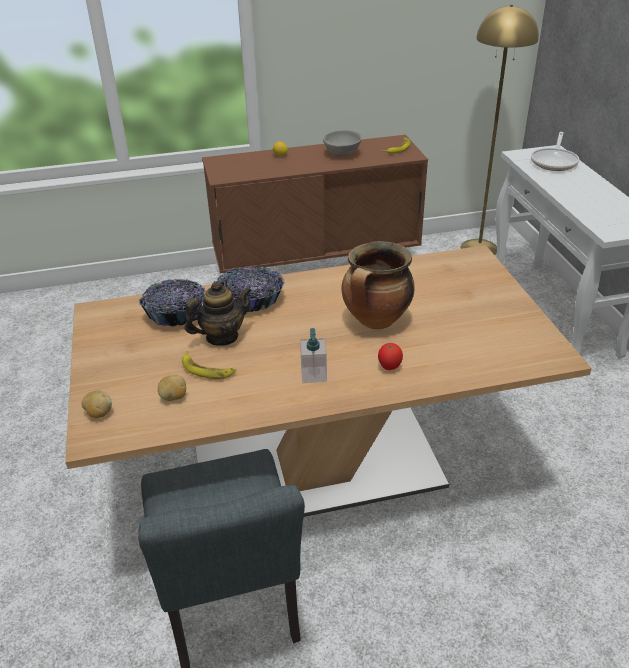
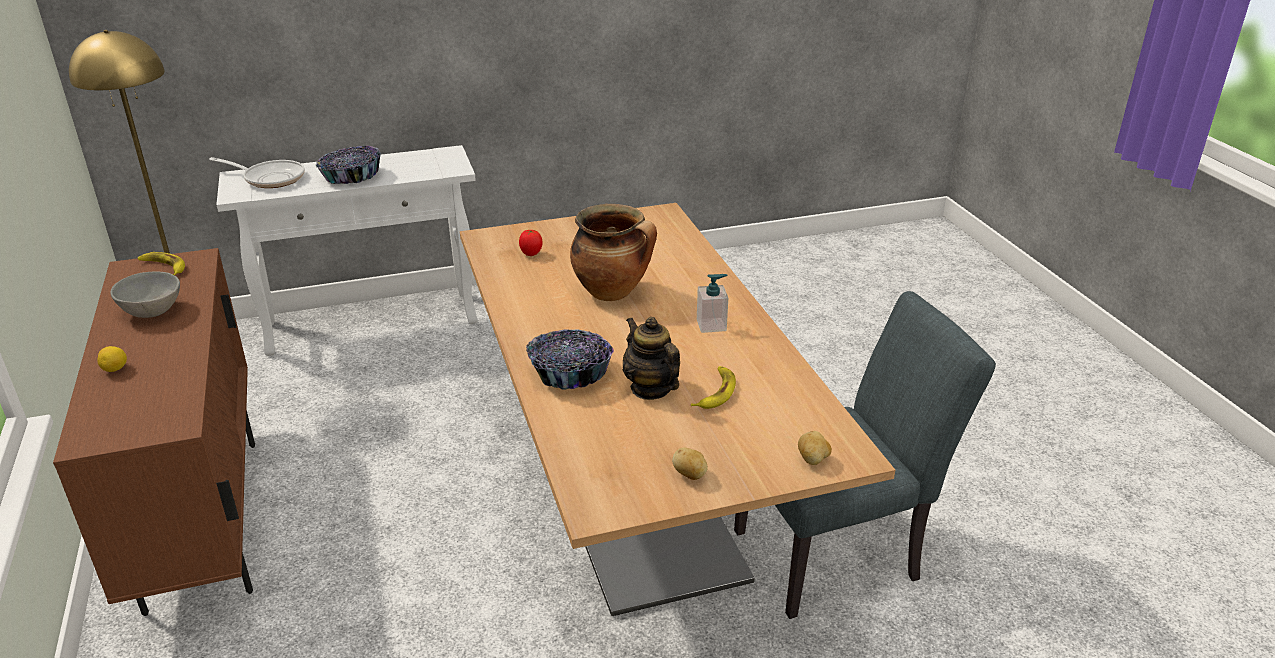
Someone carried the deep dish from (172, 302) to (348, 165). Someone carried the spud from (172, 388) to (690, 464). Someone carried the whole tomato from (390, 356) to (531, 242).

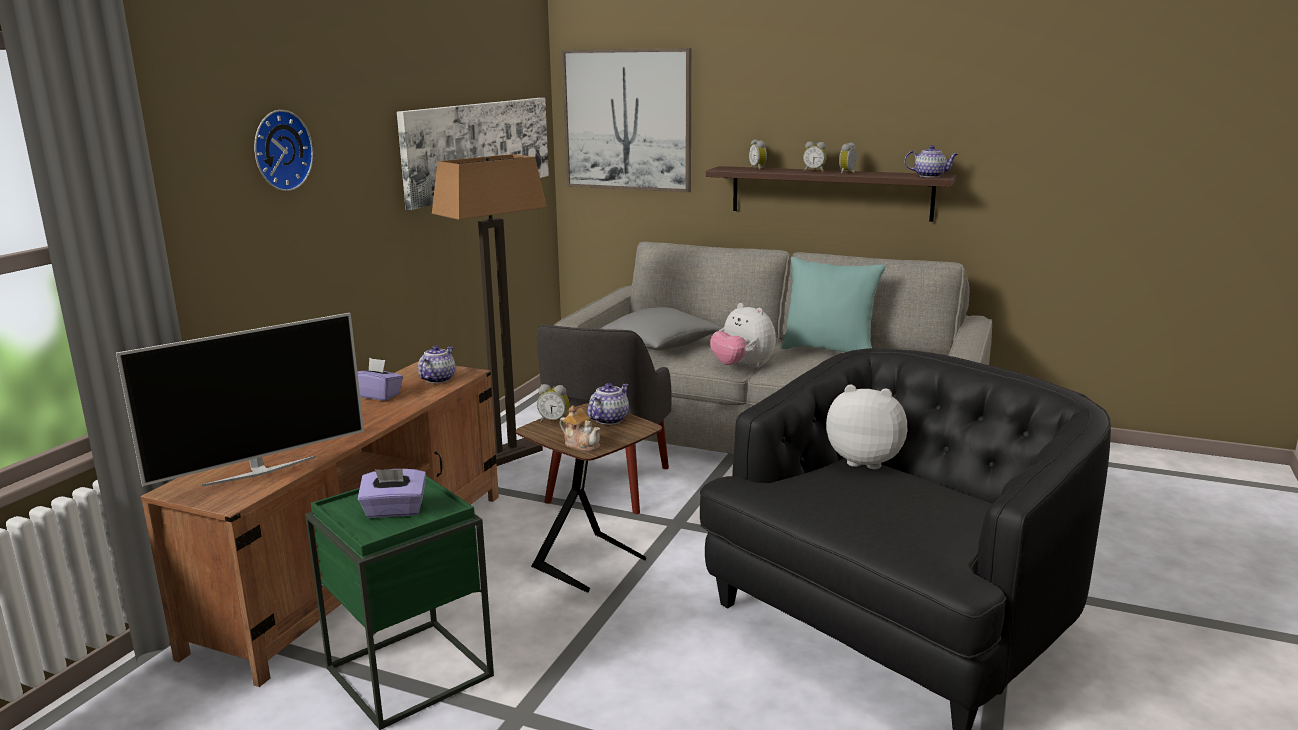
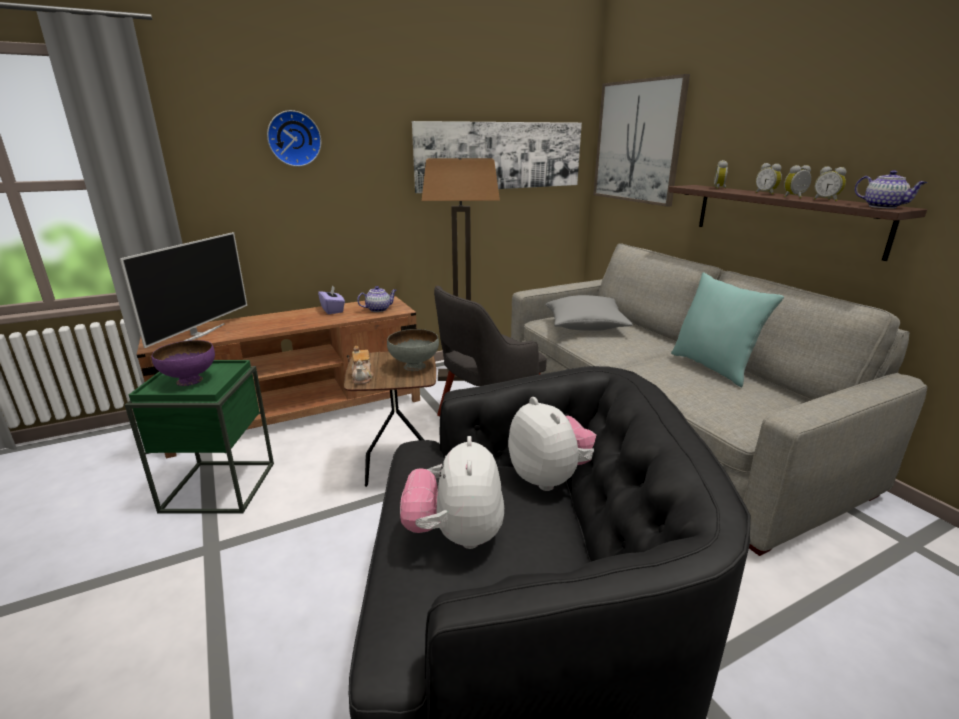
Someone carried the alarm clock from (553, 404) to (830, 183). Someone carried the plush toy from (743, 335) to (452, 492). Someone swapped the box of tissues/purplish at (392, 493) for the deep dish/purplish at (183, 363). Someone swapped the pot for tea at (608, 404) for the deep dish/greyish at (413, 350). Someone rotated the TV at (240, 400) by 75 degrees counterclockwise.

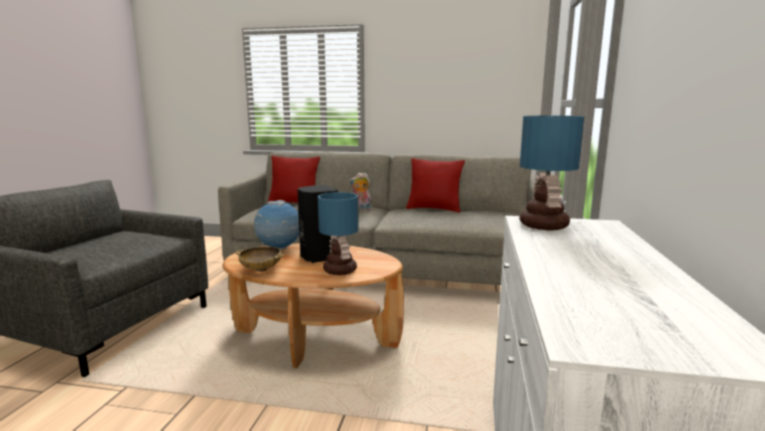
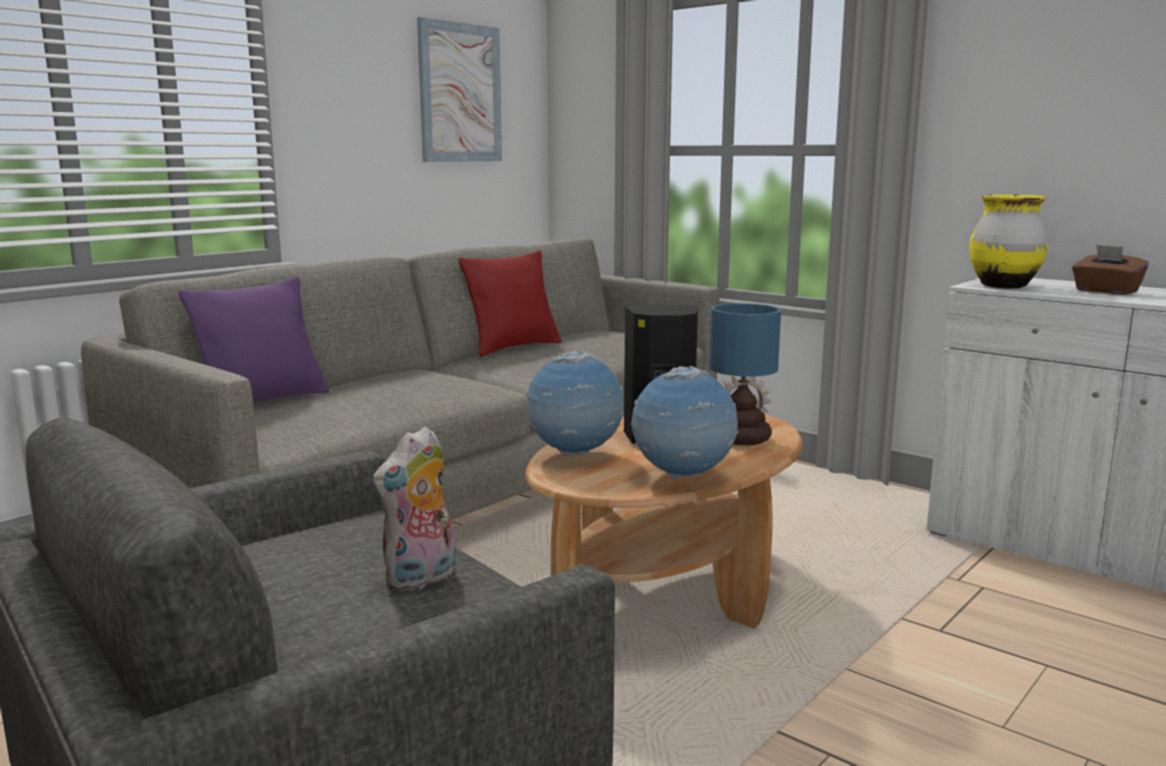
Someone put up the wall art at (459, 89). Someone put down the box of tissues/brown-coloured at (1110, 269). Someone carried the plush toy from (360, 192) to (414, 508). Someone swapped the deep dish/sand-coloured at (260, 259) for the world globe at (684, 422). Someone swapped the lamp for a table at (551, 173) for the decorative vase/yellowish at (1009, 241). Someone repainted the cushion/reddish at (293, 179), which became the cushion/purplish at (254, 340).

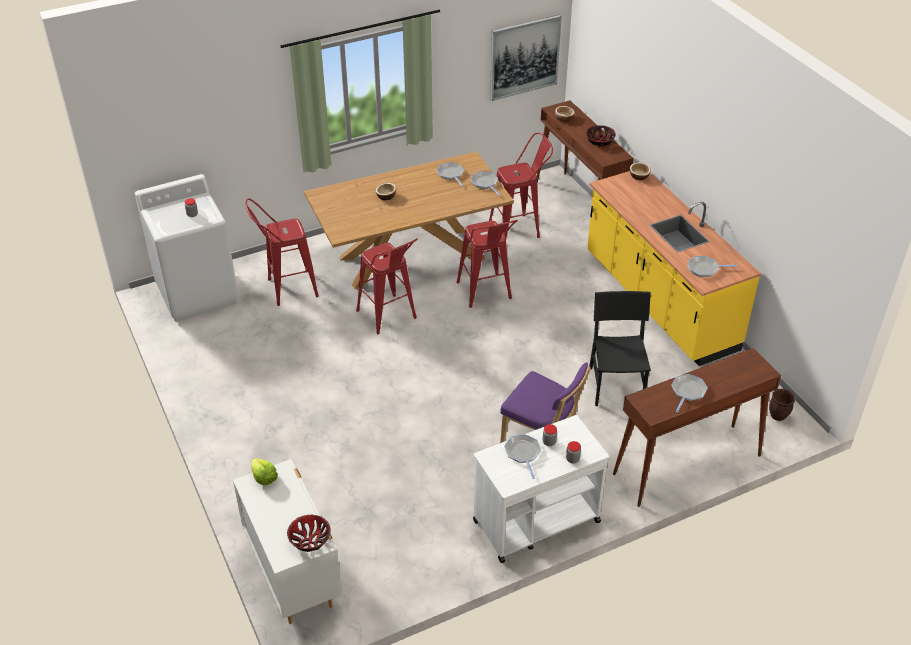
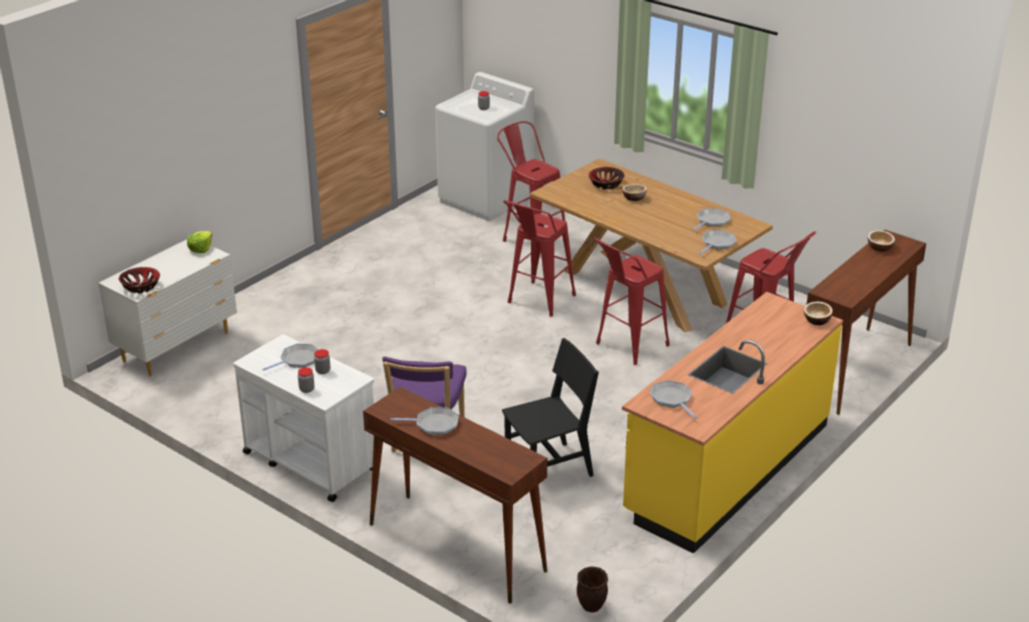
Someone took away the wall art at (526, 58). Someone carried the deep dish from (601, 136) to (607, 178).

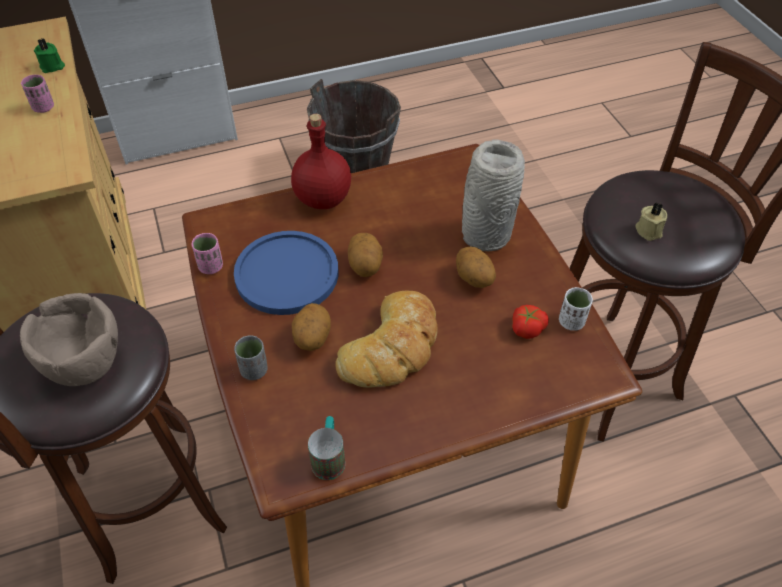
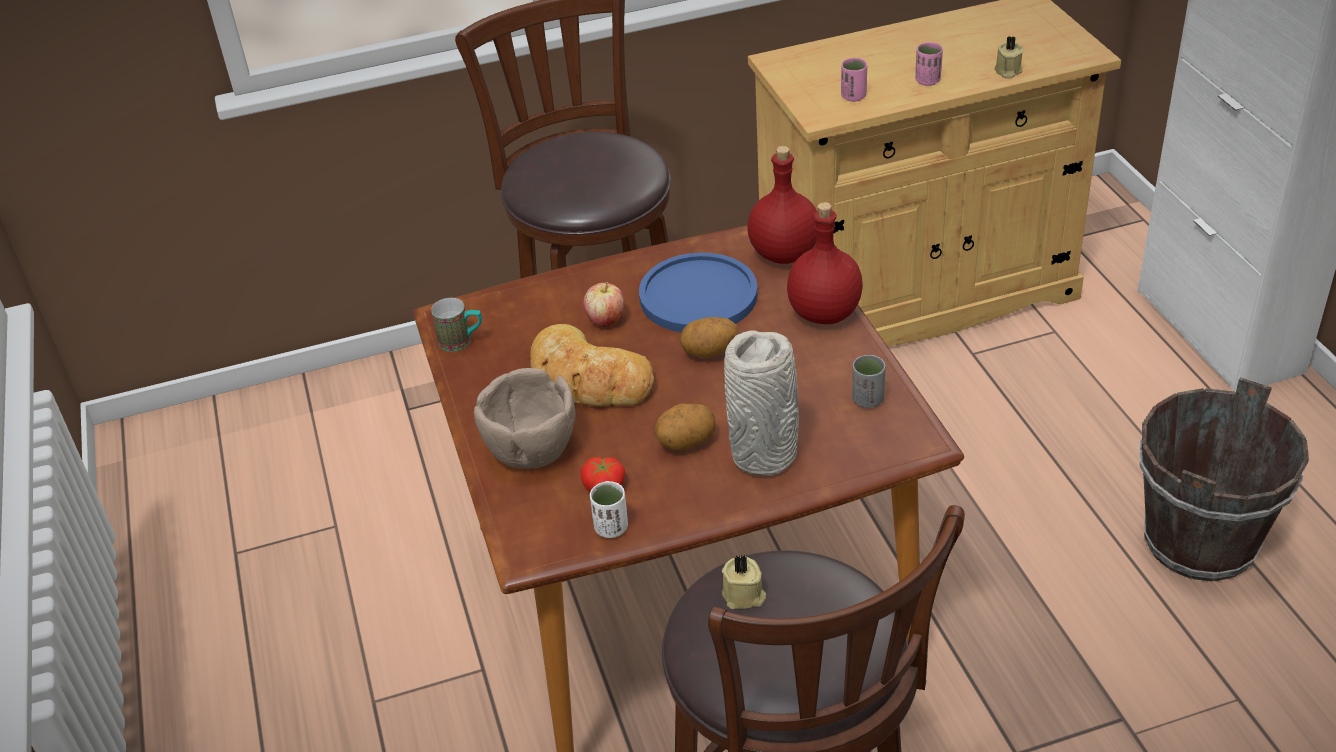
Someone put down the bottle/reddish at (782, 205). Someone carried the deep dish/brown-coloured from (69, 339) to (524, 418). Someone carried the small cup/pink-coloured from (207, 253) to (854, 80). Someone carried the small cup/greyish from (251, 357) to (868, 381). Someone swapped the spud at (311, 327) for the apple at (604, 304). Someone repainted the wax light/green at (49, 55), which became the wax light/sand-coloured at (1009, 57).

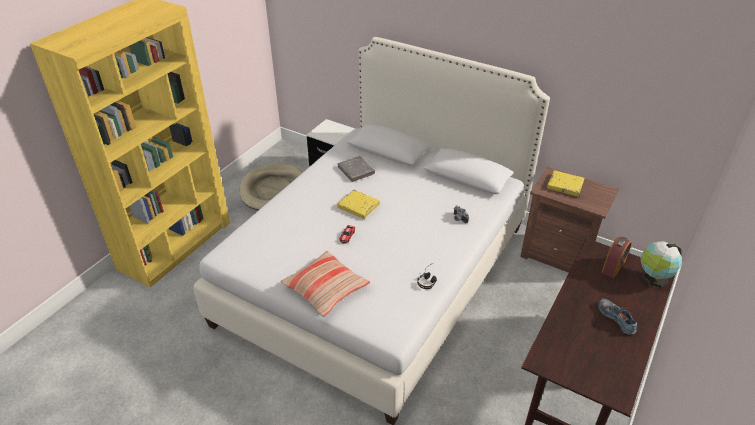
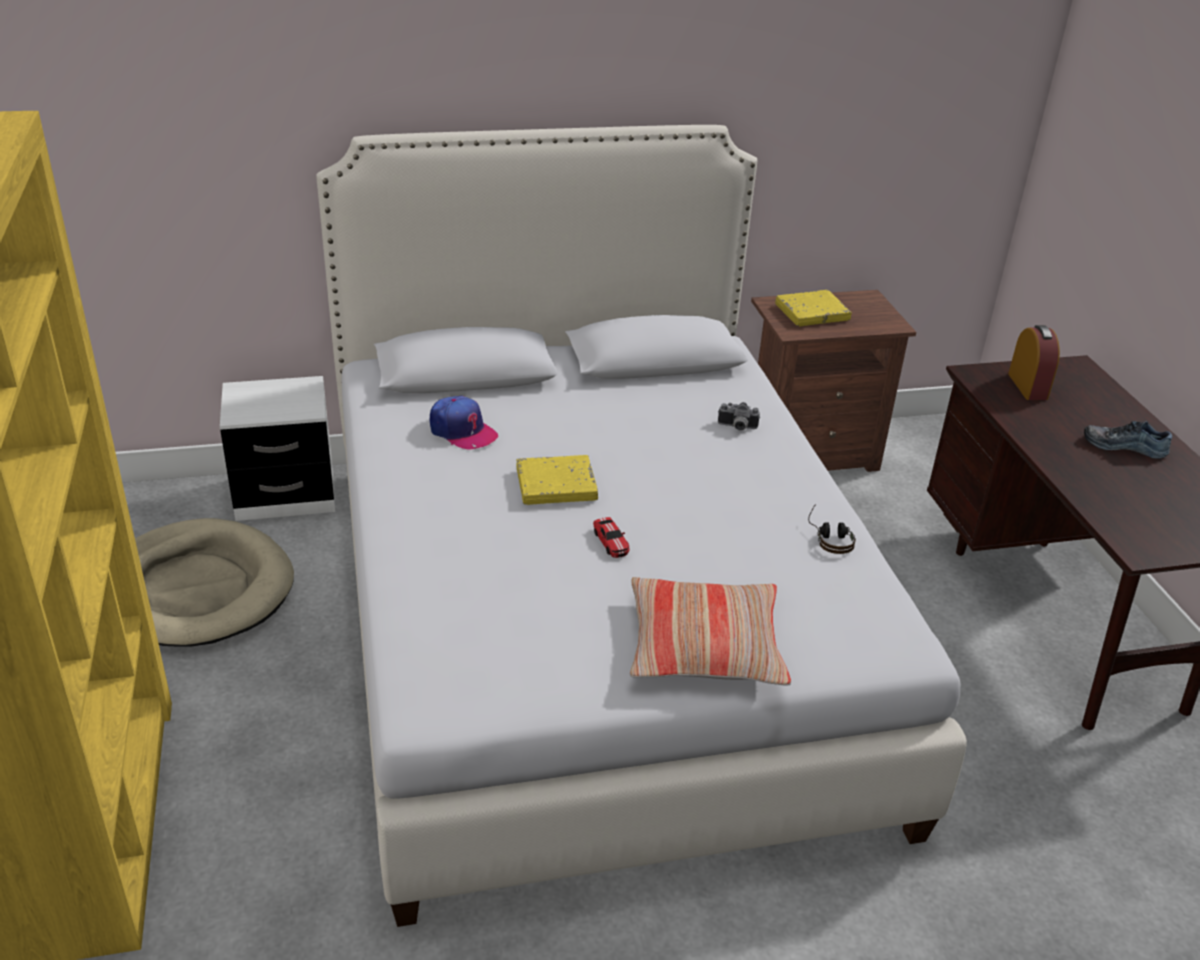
Someone took away the world globe at (661, 264). Someone swapped the book/greyish at (356, 169) for the baseball cap at (464, 422).

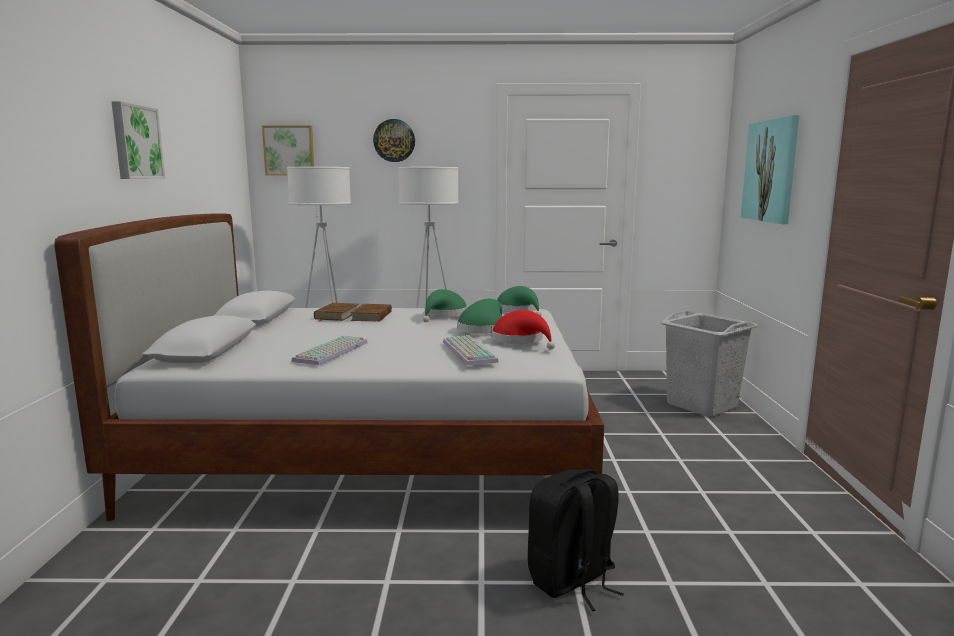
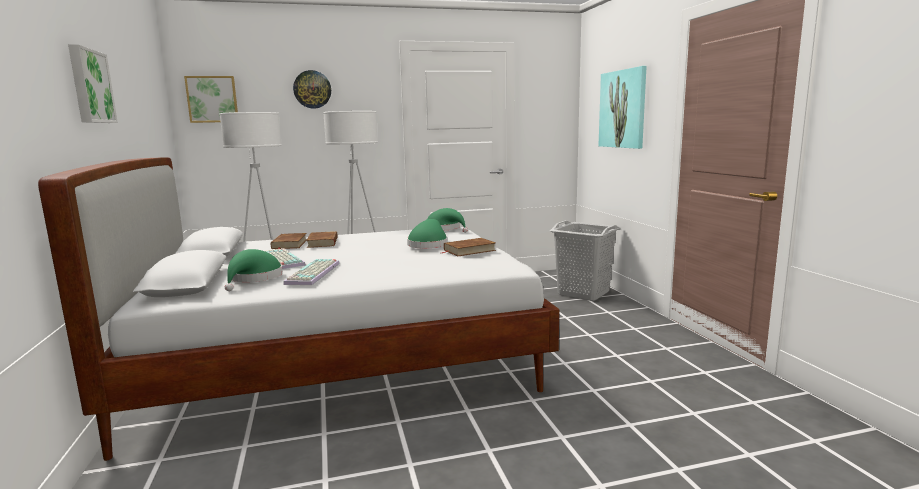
Someone took away the backpack/blackish at (576, 540). Someone carried the hat/green from (445, 305) to (254, 270). Someone carried the computer keyboard from (471, 350) to (285, 258). Someone swapped the hat/reddish at (523, 329) for the book/brown-coloured at (469, 247).

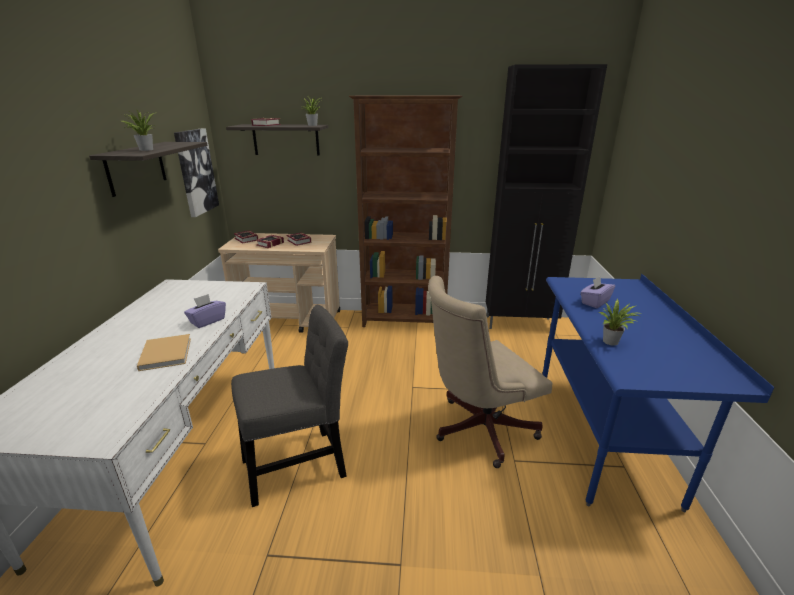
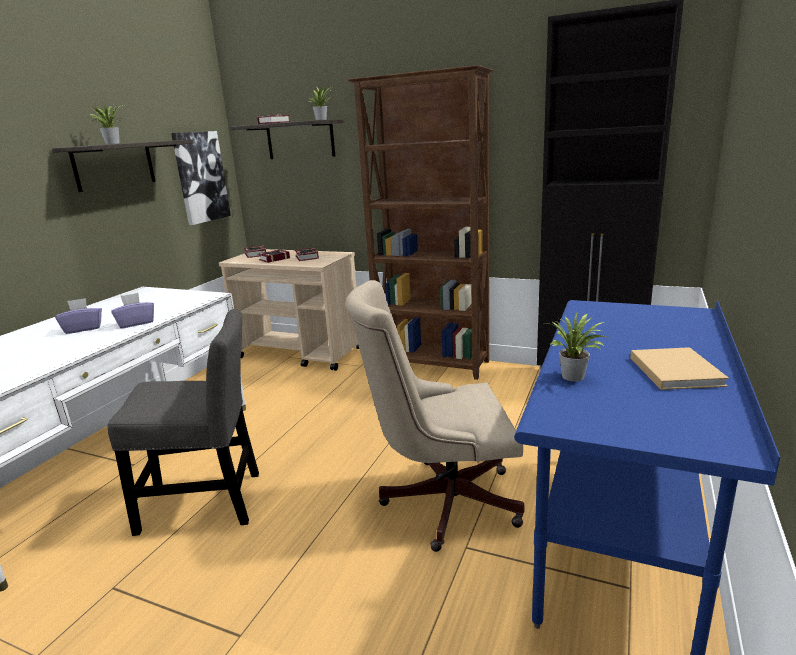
Someone carried the book/sand-coloured from (164, 352) to (679, 368). Someone carried the box of tissues/purplish from (597, 292) to (78, 316).

